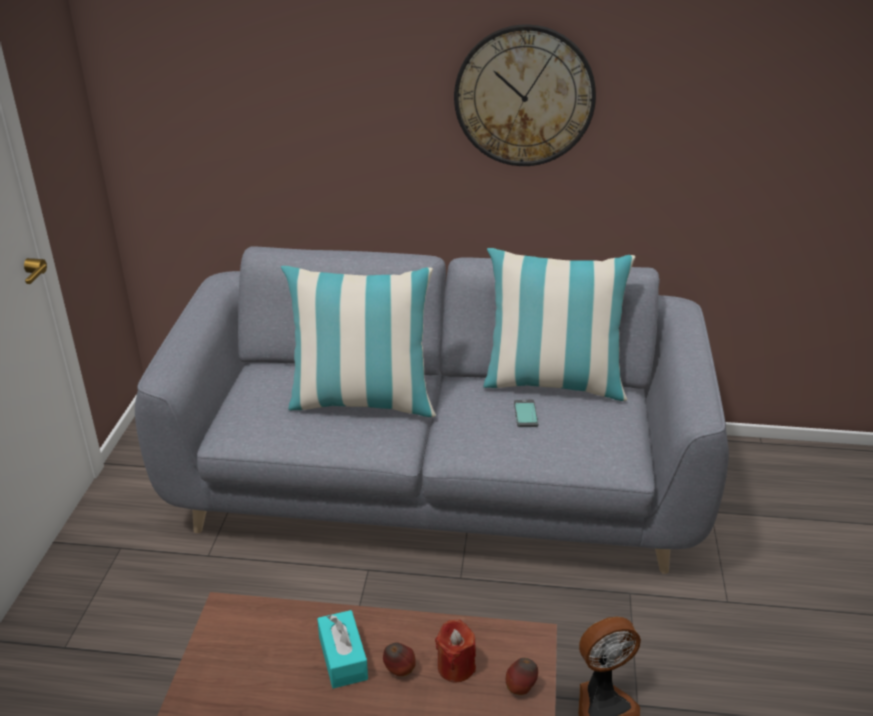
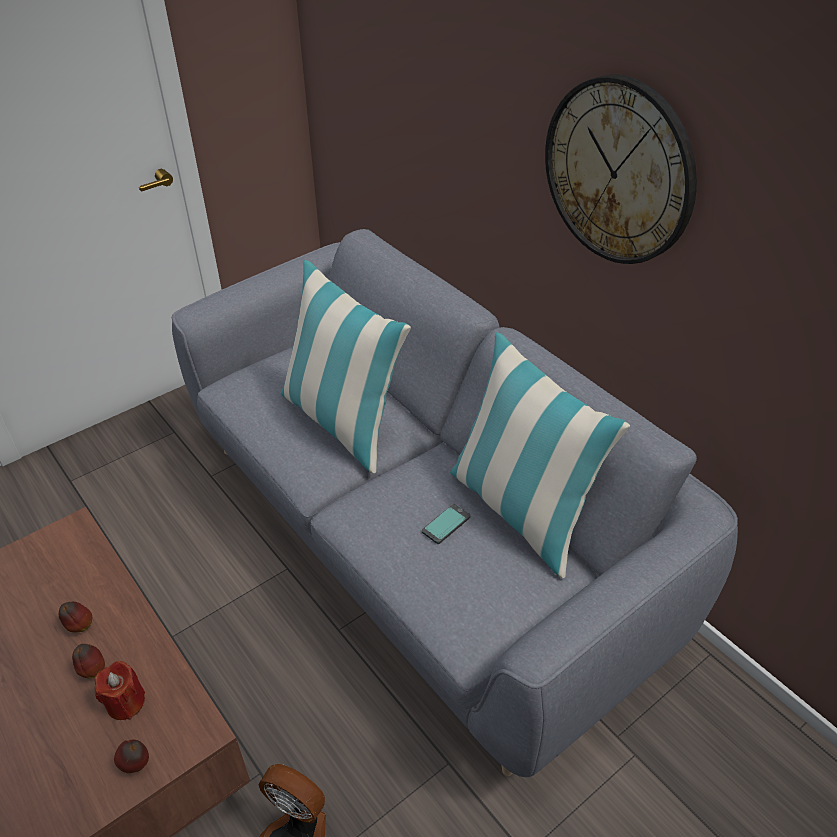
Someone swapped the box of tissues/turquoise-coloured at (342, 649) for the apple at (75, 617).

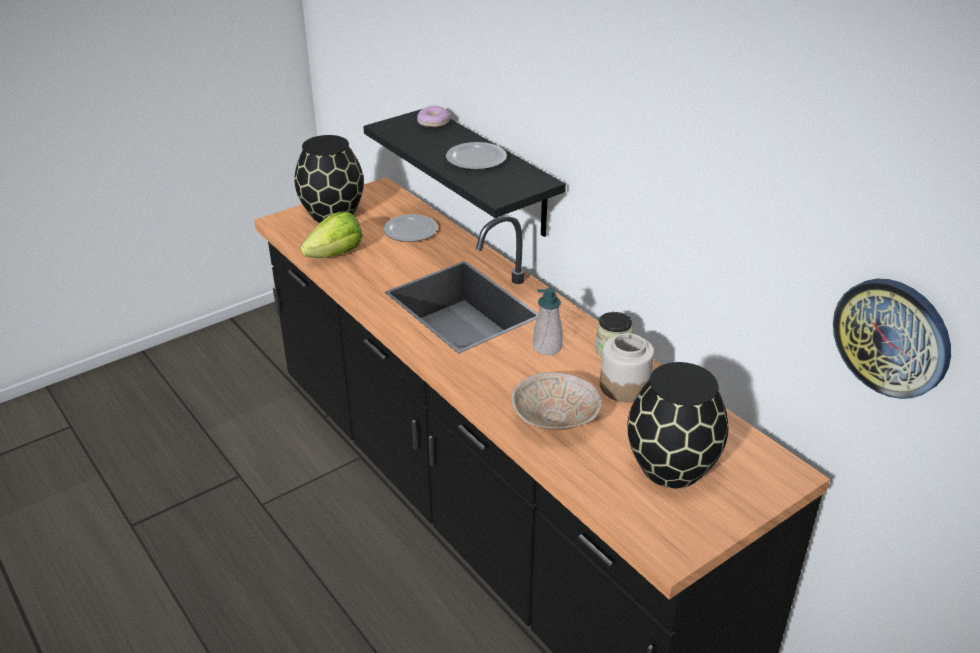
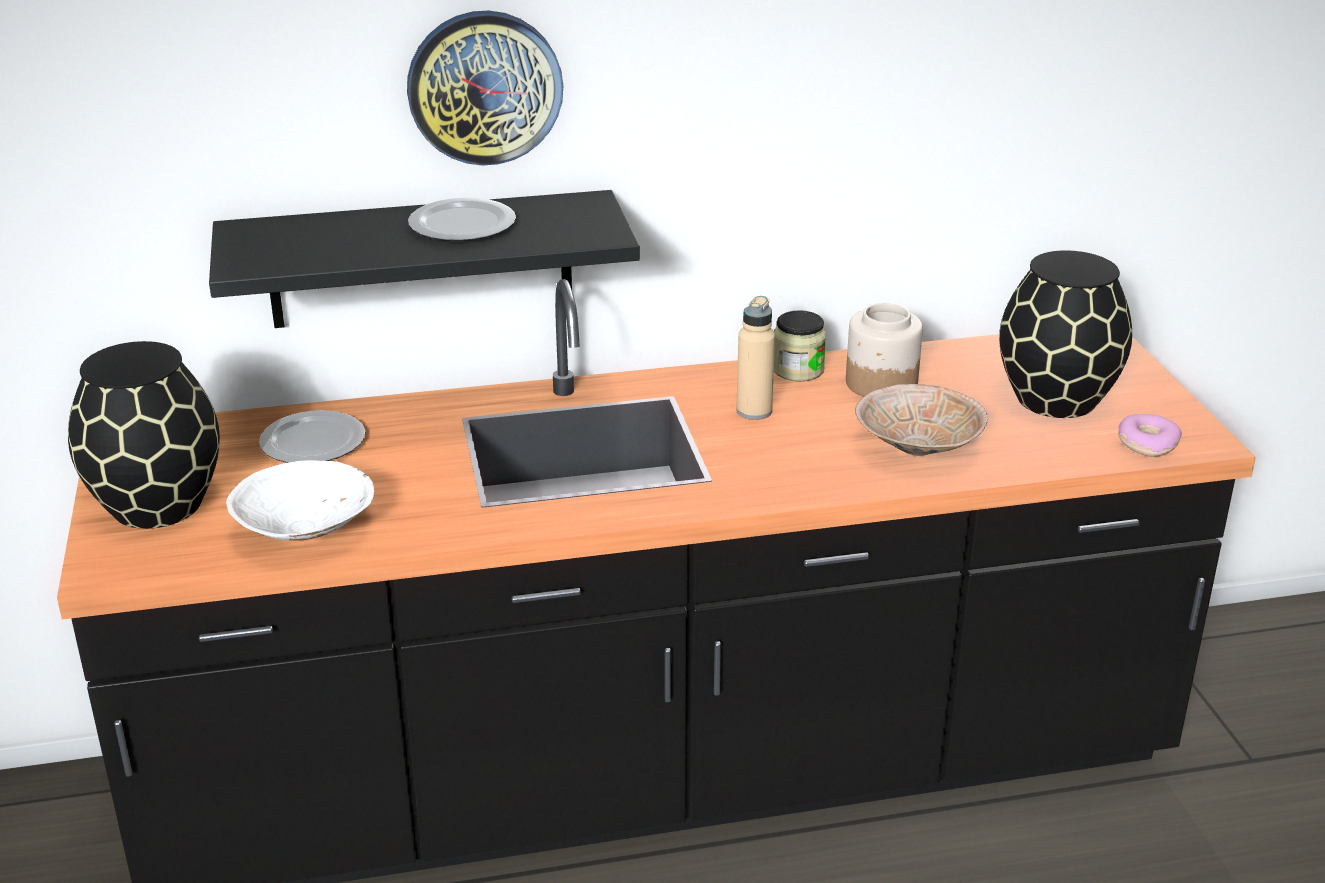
Someone carried the ring doughnut from (433, 116) to (1150, 435). Someone carried the hanging clock from (892, 339) to (485, 88). Someone swapped the lettuce at (331, 234) for the deep dish/white at (300, 500). Someone swapped the liquid soap bottle at (548, 321) for the bottle/sand-coloured at (755, 358).

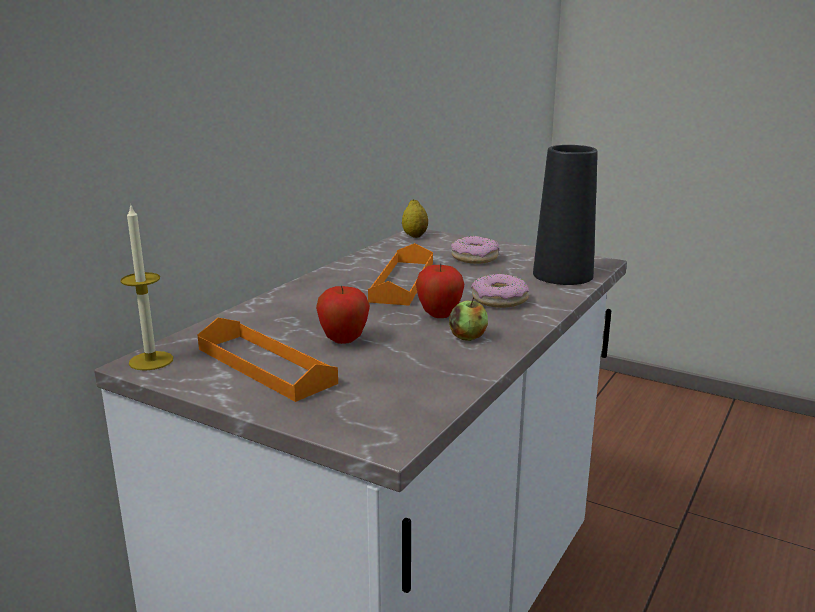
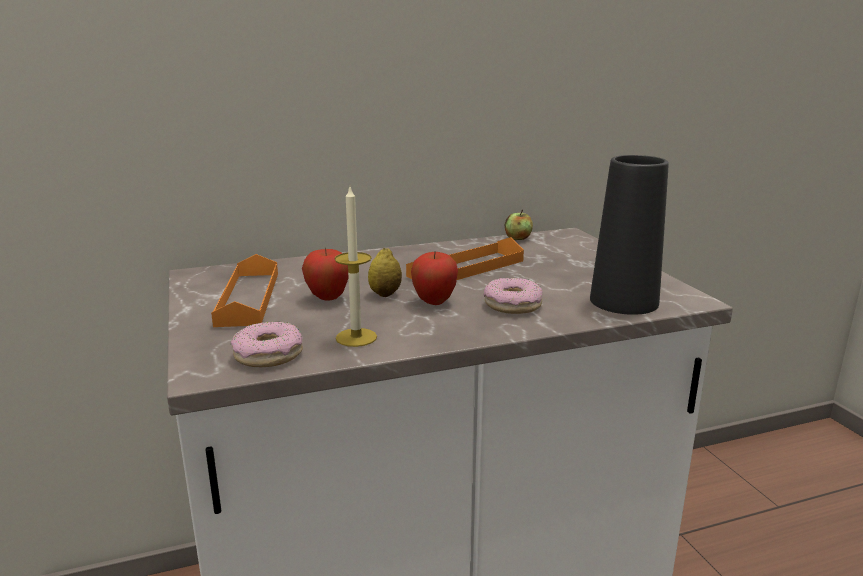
Someone carried the wax light from (146, 287) to (355, 267). Someone carried the citrus fruit from (415, 218) to (385, 272). Someone carried the apple from (468, 319) to (519, 225). Someone carried the ring doughnut from (475, 250) to (267, 344).

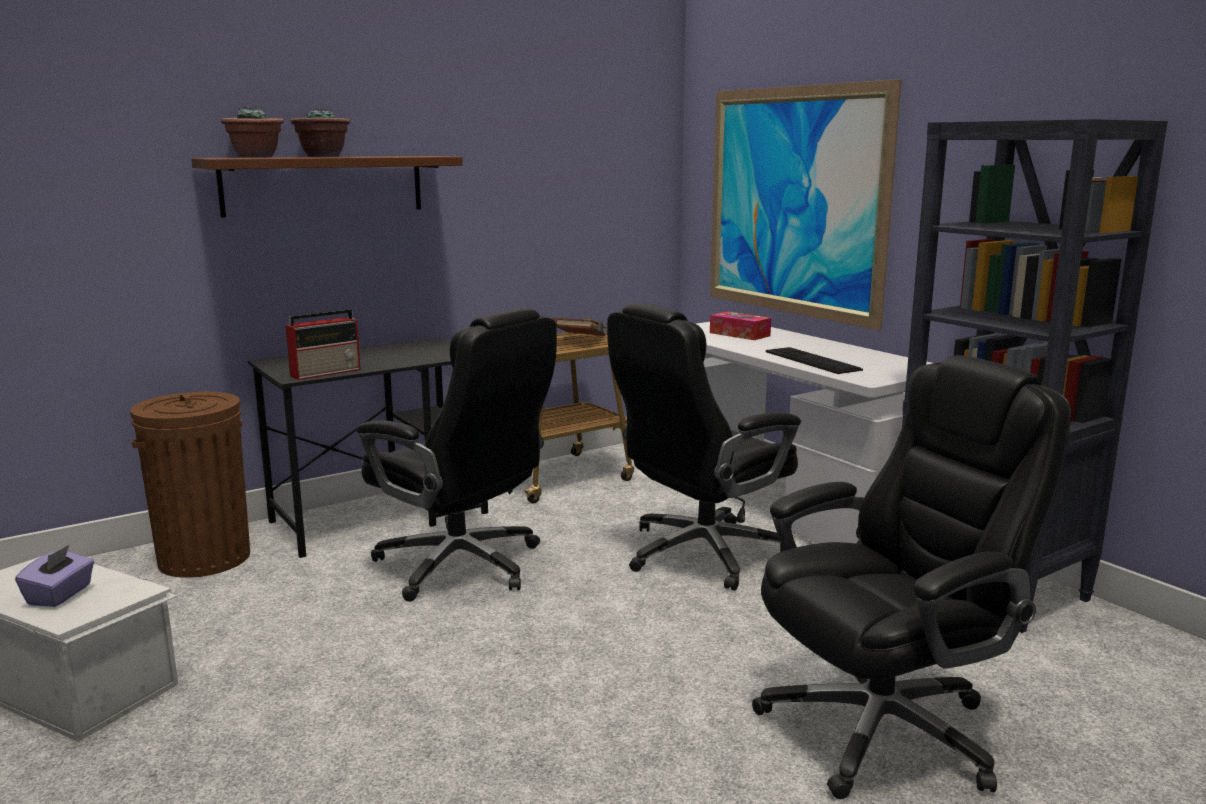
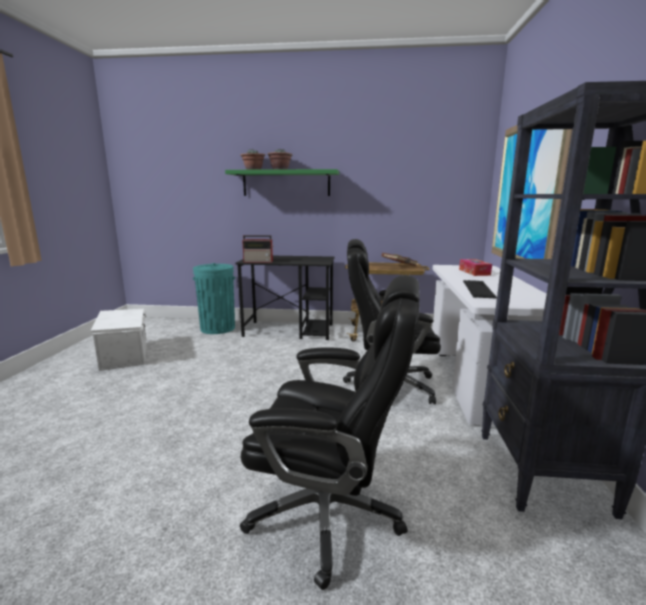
Someone took away the box of tissues/purplish at (54, 576). Someone took away the computer chair/blackish at (456, 455). Someone repainted the rubbish bin/brown-coloured at (190, 485), which became the rubbish bin/turquoise-coloured at (214, 298). Someone repainted the shelf/brown-coloured at (327, 187), which became the shelf/green at (282, 182).

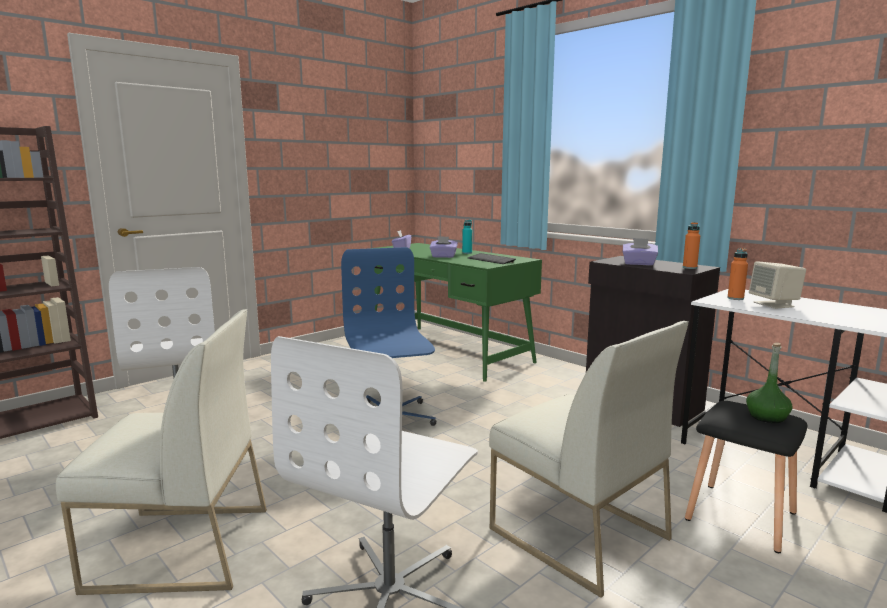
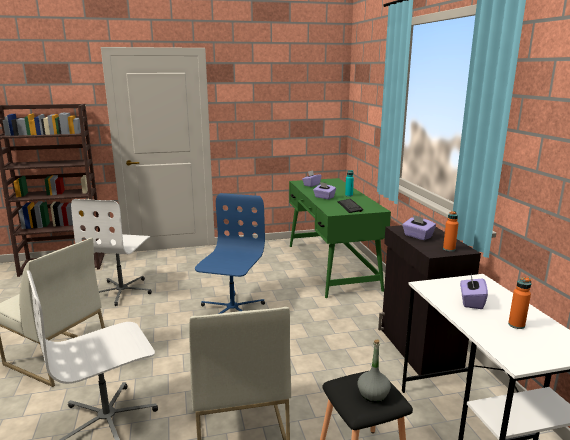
Someone carried the bottle/orange-coloured from (737, 274) to (520, 303). Someone swapped the speaker/sand-coloured at (777, 285) for the box of tissues/purplish at (474, 292). Someone repainted the bottle/green at (769, 383), which became the bottle/greyish at (374, 371).

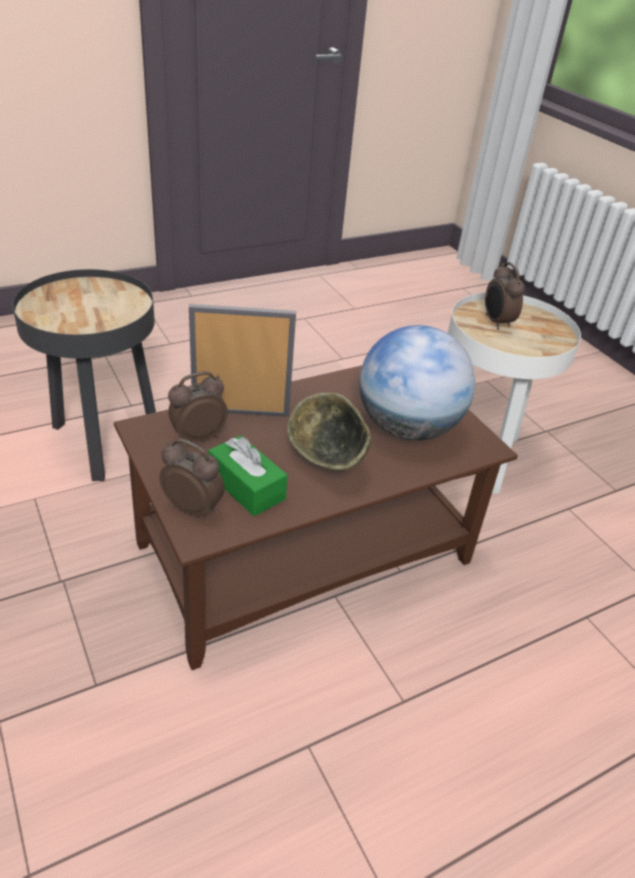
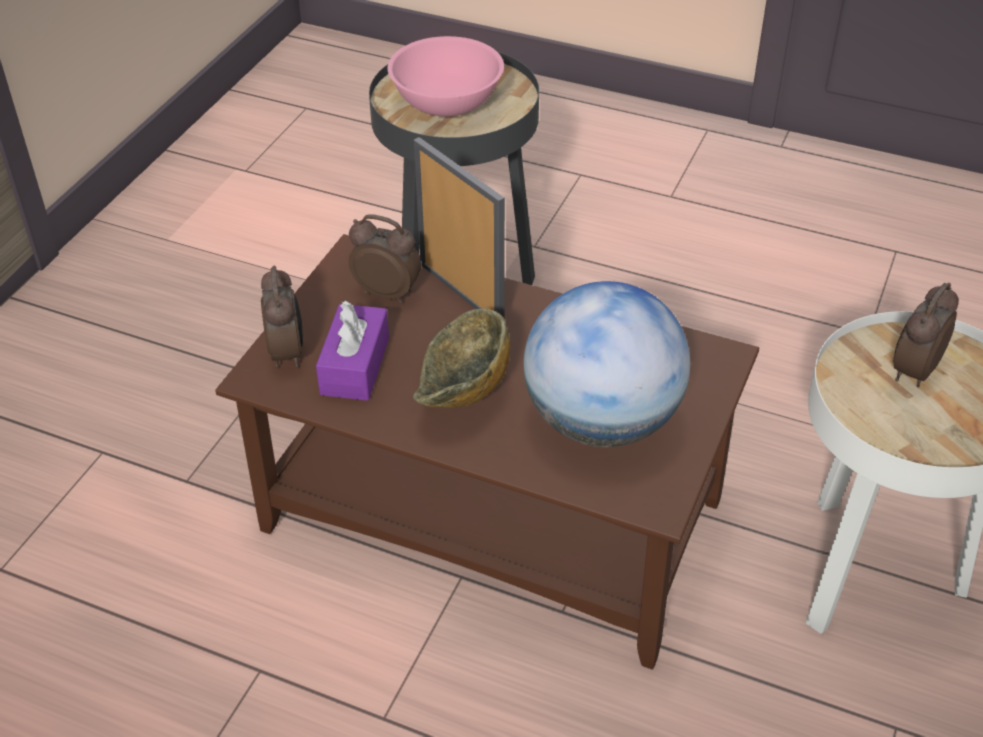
Someone put down the deep dish/pink-coloured at (445, 76). Someone repainted the box of tissues/green at (248, 475), which became the box of tissues/purplish at (352, 351).

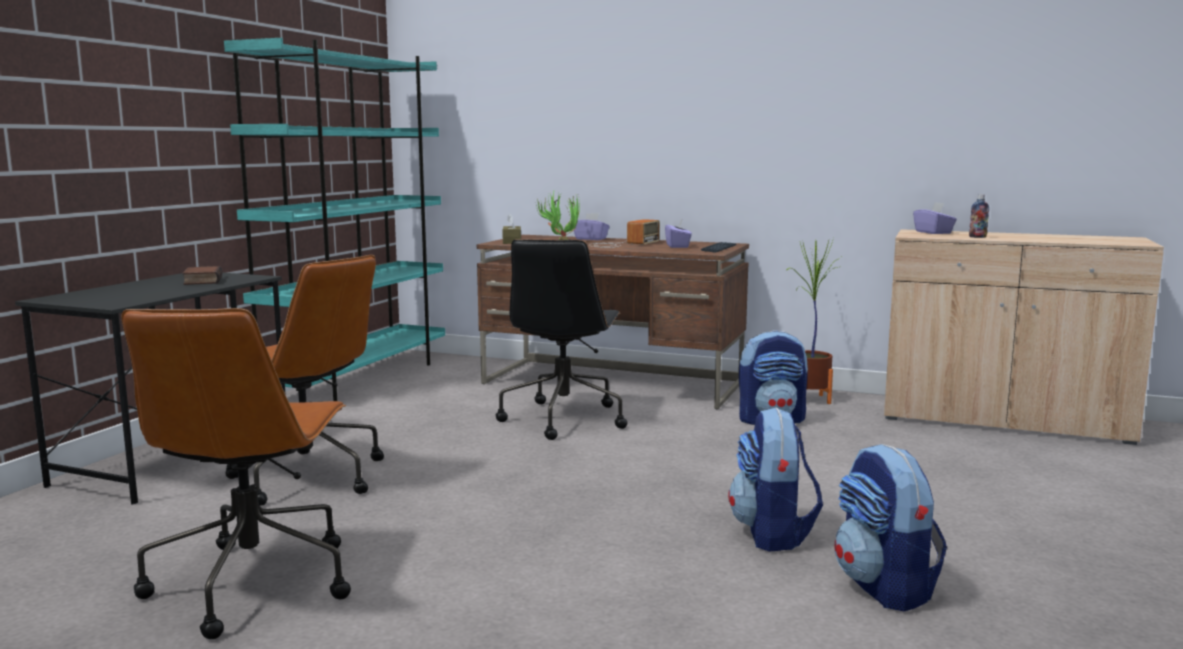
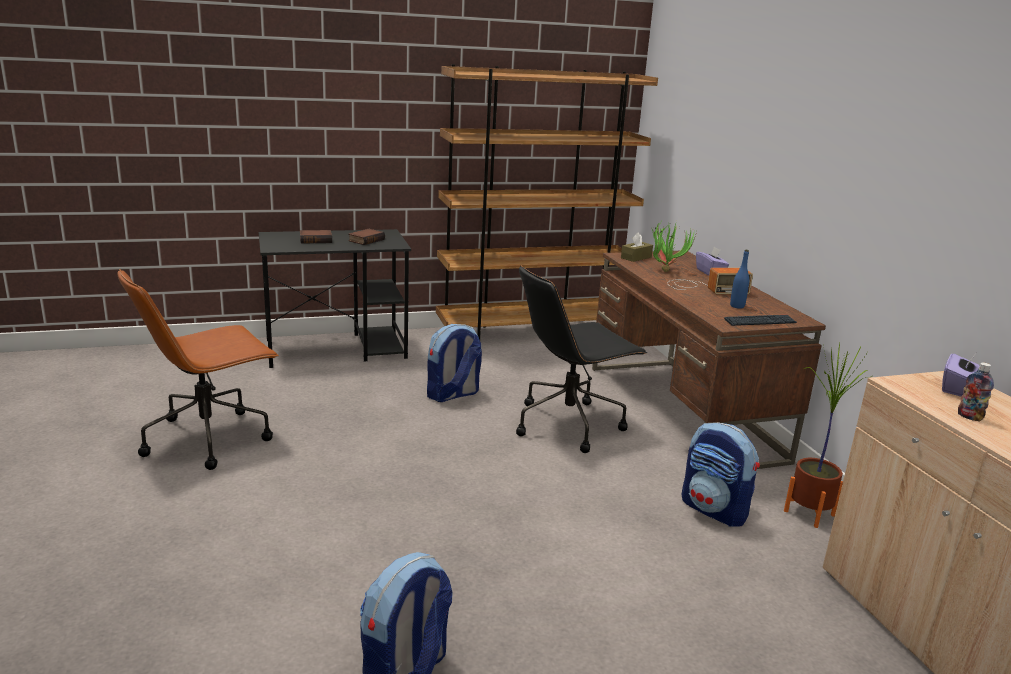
Someone took away the computer chair/brown-coloured at (304, 380). Someone put down the book at (316, 237). Someone carried the backpack from (775, 479) to (454, 363). Someone swapped the box of tissues/purplish at (678, 233) for the bottle/blue at (739, 279). Someone repainted the shelving unit/turquoise-coloured at (334, 219), which became the shelving unit/brown-coloured at (547, 202).

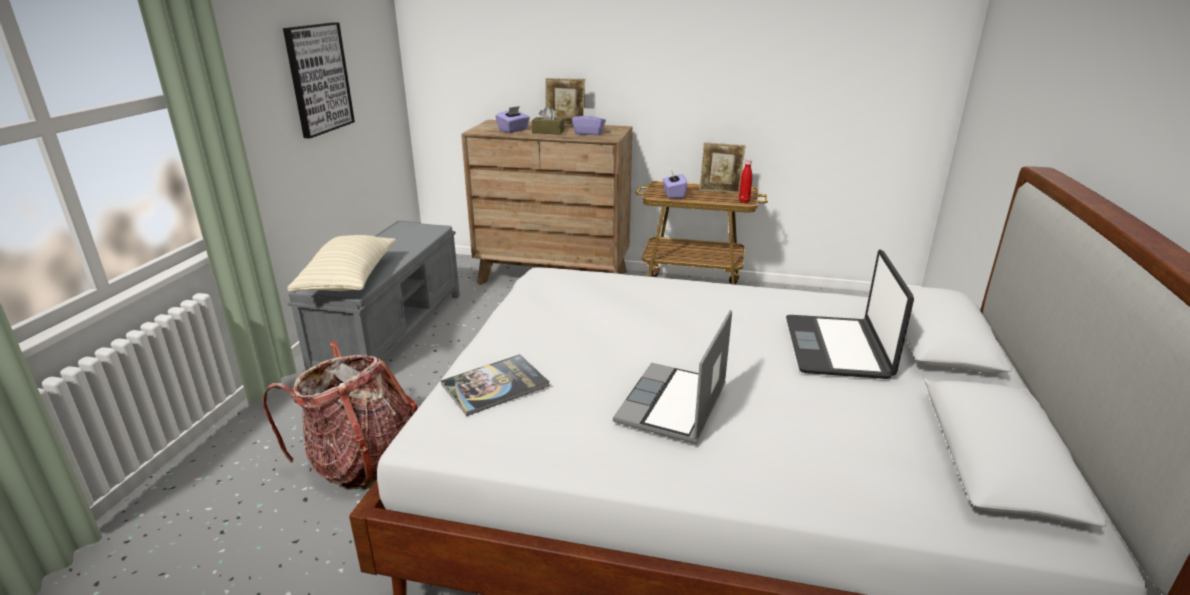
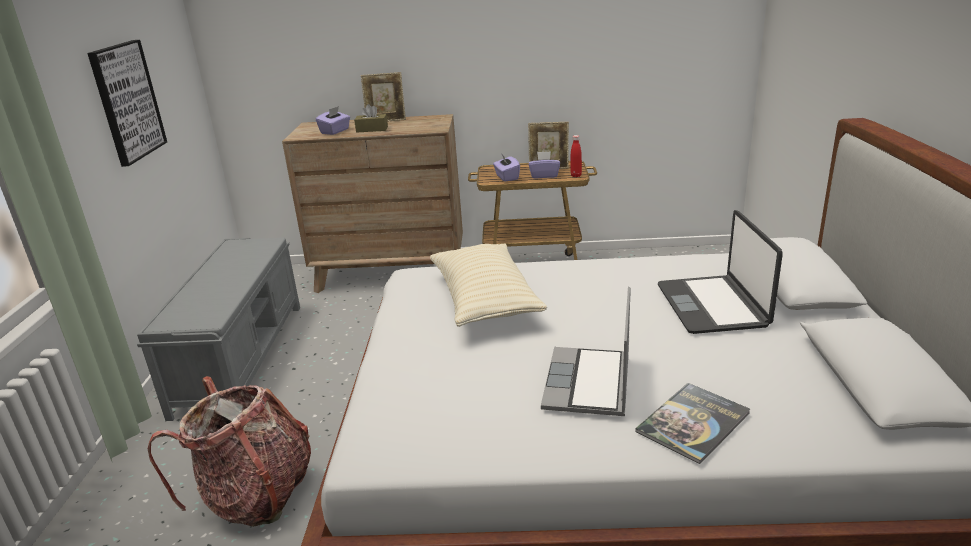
Someone carried the cushion/sand-coloured from (341, 263) to (488, 285). Someone carried the book from (495, 385) to (692, 423). Someone carried the box of tissues/purplish from (589, 121) to (544, 164).

